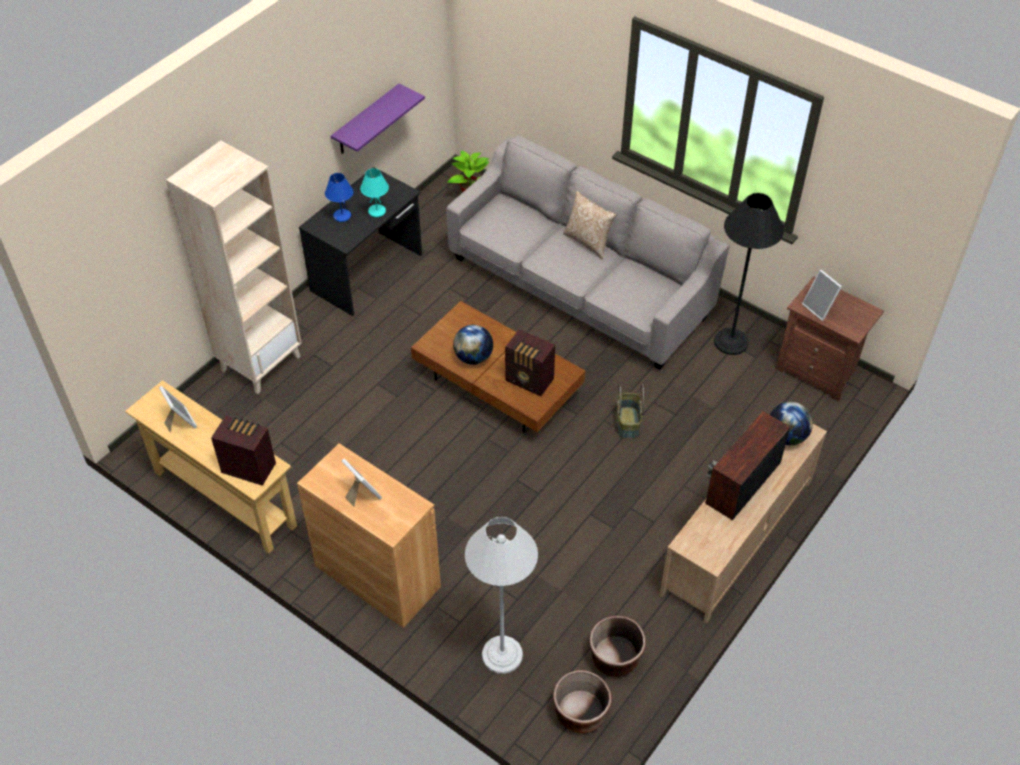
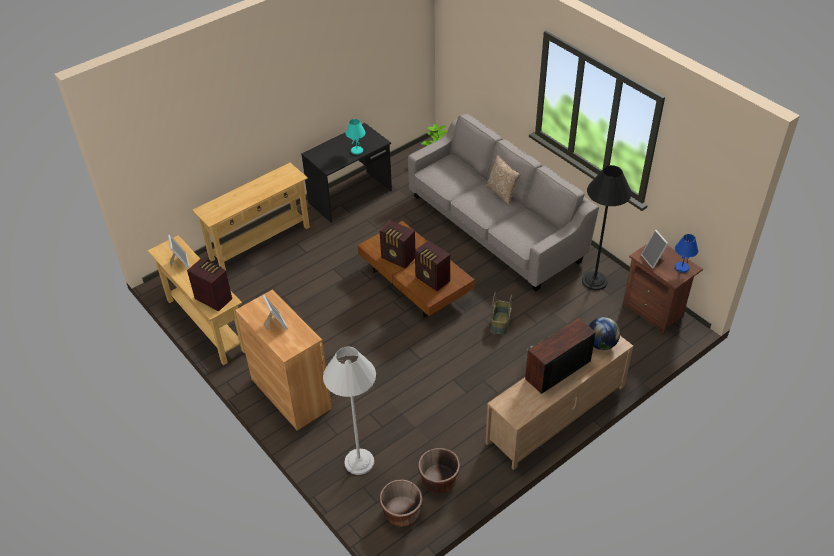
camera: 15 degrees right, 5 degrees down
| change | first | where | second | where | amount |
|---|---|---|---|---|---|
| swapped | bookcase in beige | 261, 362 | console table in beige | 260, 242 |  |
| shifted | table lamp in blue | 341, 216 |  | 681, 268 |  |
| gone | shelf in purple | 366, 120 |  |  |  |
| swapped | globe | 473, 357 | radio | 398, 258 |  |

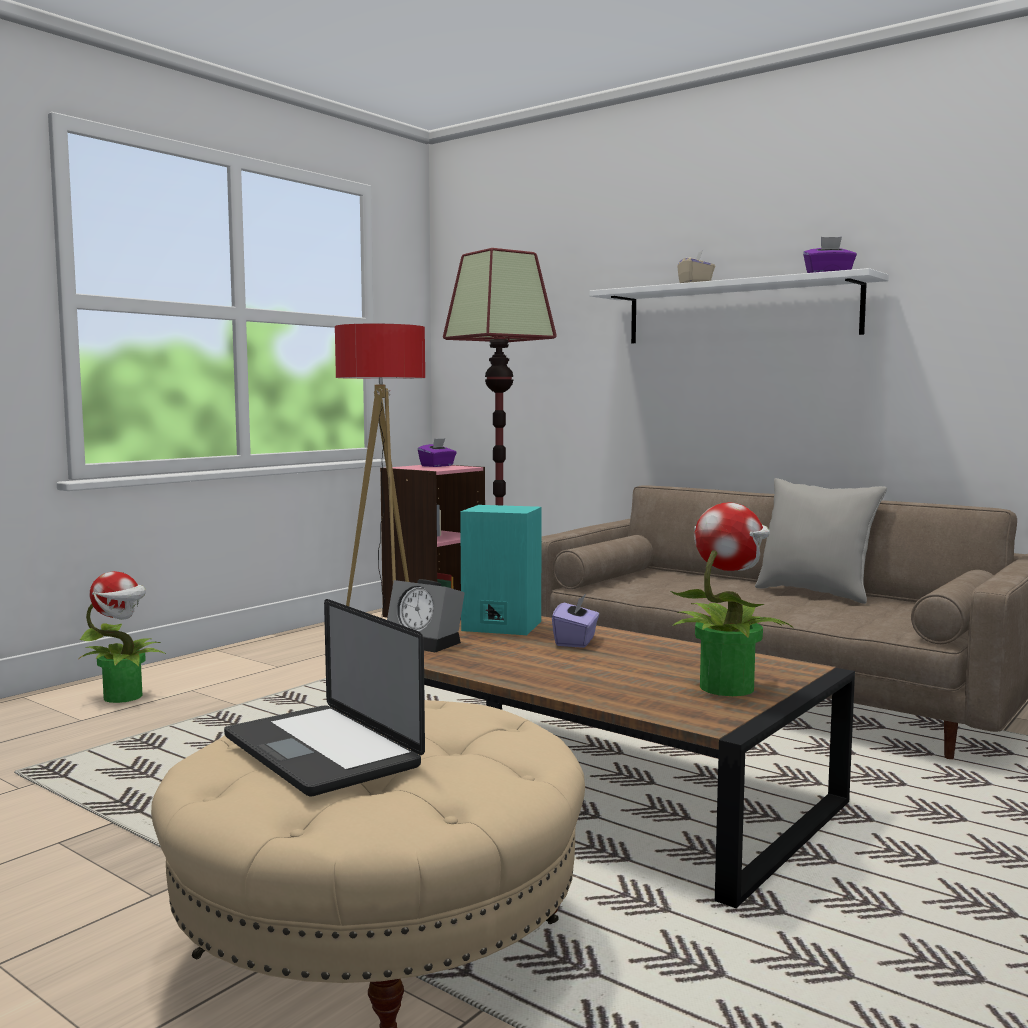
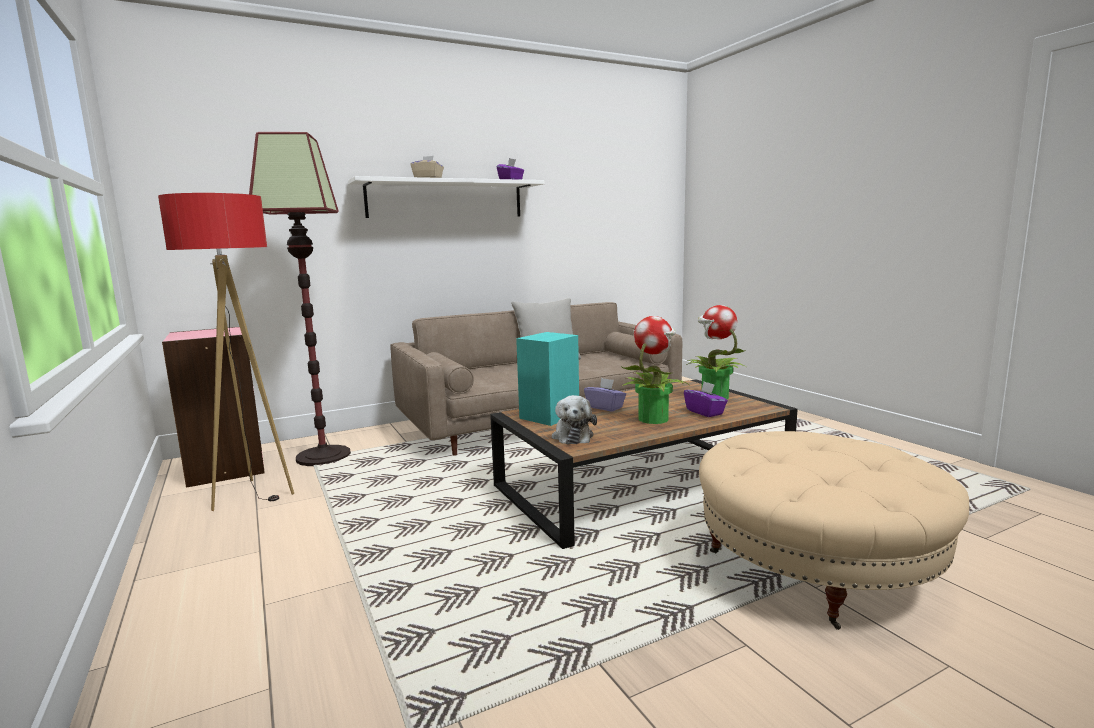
camera: 65 degrees left, 5 degrees up
| change | first | where | second | where | amount |
|---|---|---|---|---|---|
| shifted | potted plant | 124, 697 |  | 653, 419 |  |
| gone | laptop | 320, 751 |  |  |  |
| swapped | alarm clock | 426, 642 | plush toy | 572, 436 |  |
| shifted | tissue box in purple | 437, 466 |  | 705, 412 |  |

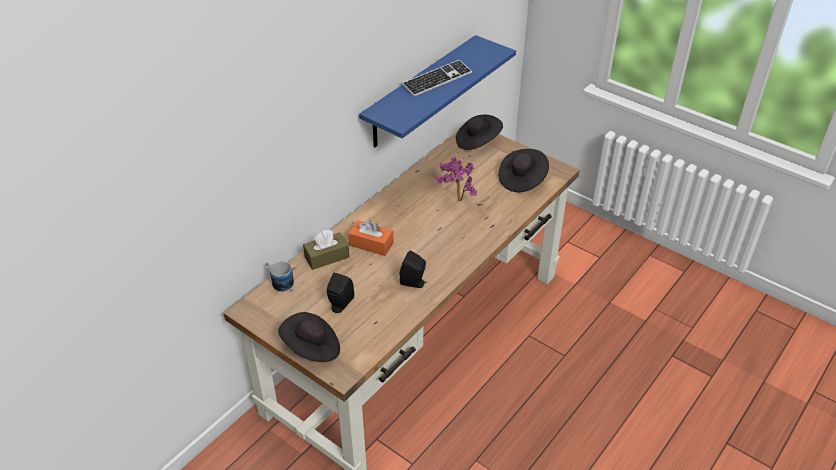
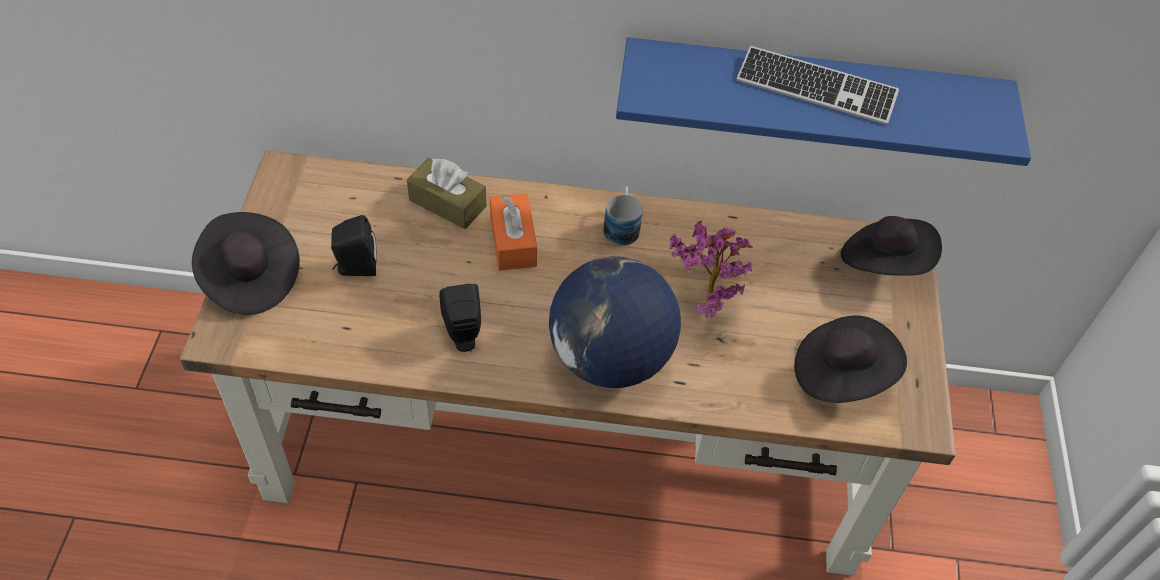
camera: 55 degrees right, 10 degrees up
| change | first | where | second | where | amount |
|---|---|---|---|---|---|
| shifted | mug | 279, 282 |  | 622, 226 |  |
| new |  |  | globe | 610, 359 |  |

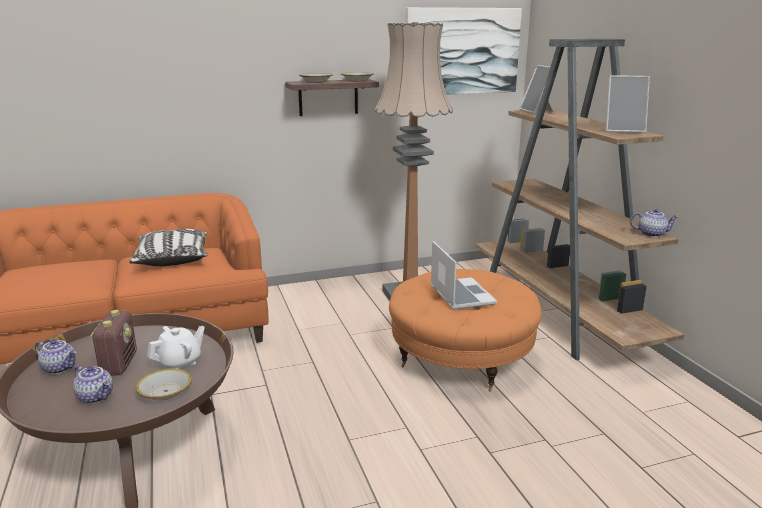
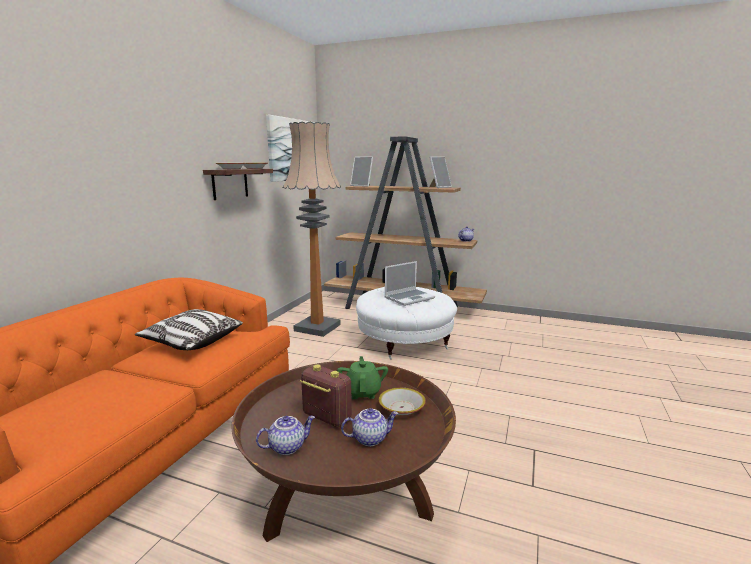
camera: 50 degrees left, 5 degrees down
| change | first | where | second | where | amount |
|---|---|---|---|---|---|
| repainted | teapot in white | 179, 362 | teapot in green | 363, 392 |  |
| repainted | ottoman in orange | 461, 357 | ottoman in white | 405, 342 |  |
| rotated | laptop | 460, 295 |  | 409, 298 | 120 degrees clockwise |

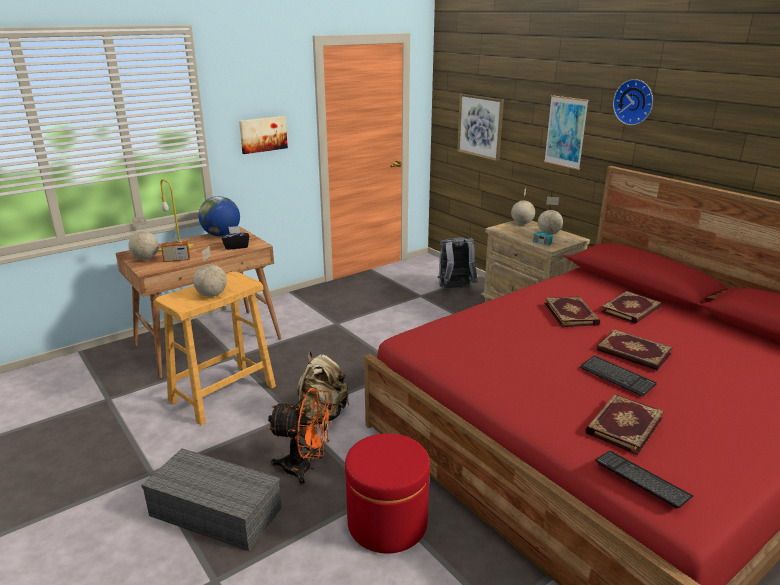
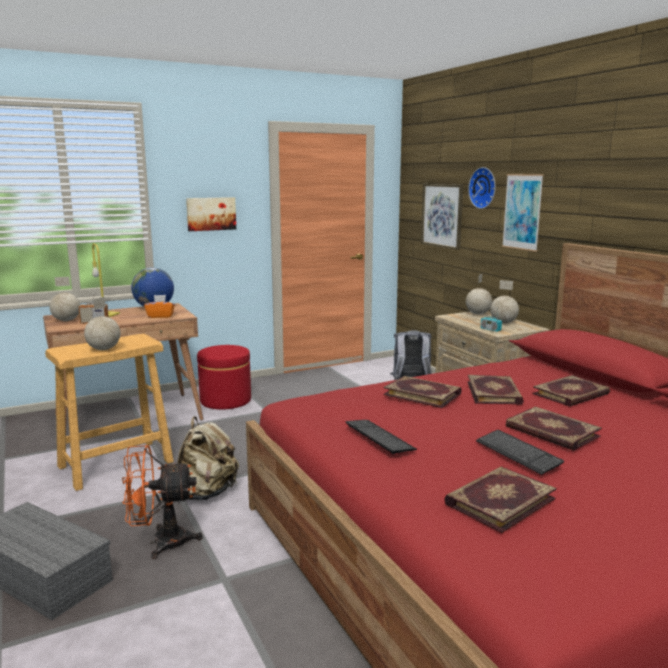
camera: 10 degrees right, 10 degrees down
| change | first | where | second | where | amount |
|---|---|---|---|---|---|
| repainted | tissue box in black | 236, 246 | tissue box in orange | 160, 316 |  |
| rotated | fan in orange | 305, 468 |  | 161, 542 | 150 degrees clockwise |
| shifted | ottoman in red | 387, 523 |  | 225, 400 |  |
| shifted | keyboard | 642, 480 |  | 379, 437 |  |
| shifted | wall clock | 634, 102 |  | 484, 188 |  |
| new |  |  | book | 422, 394 |  |

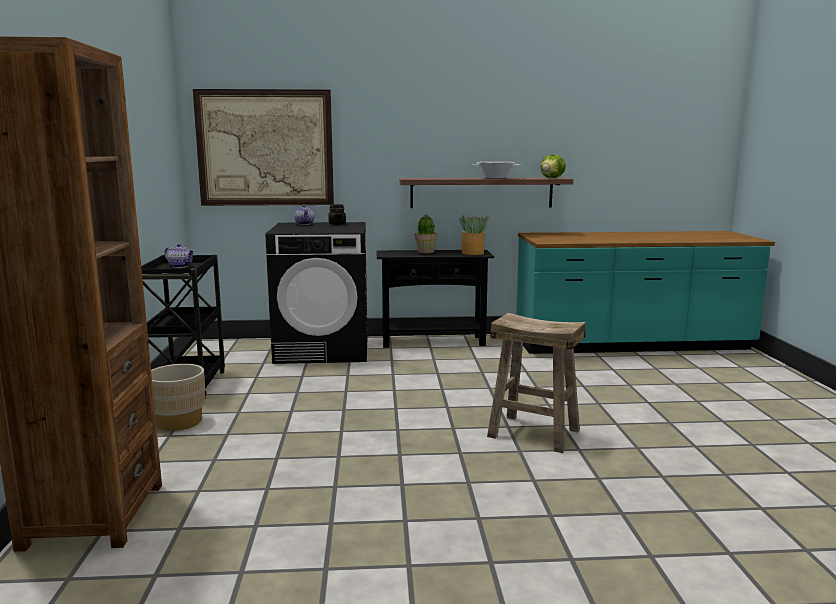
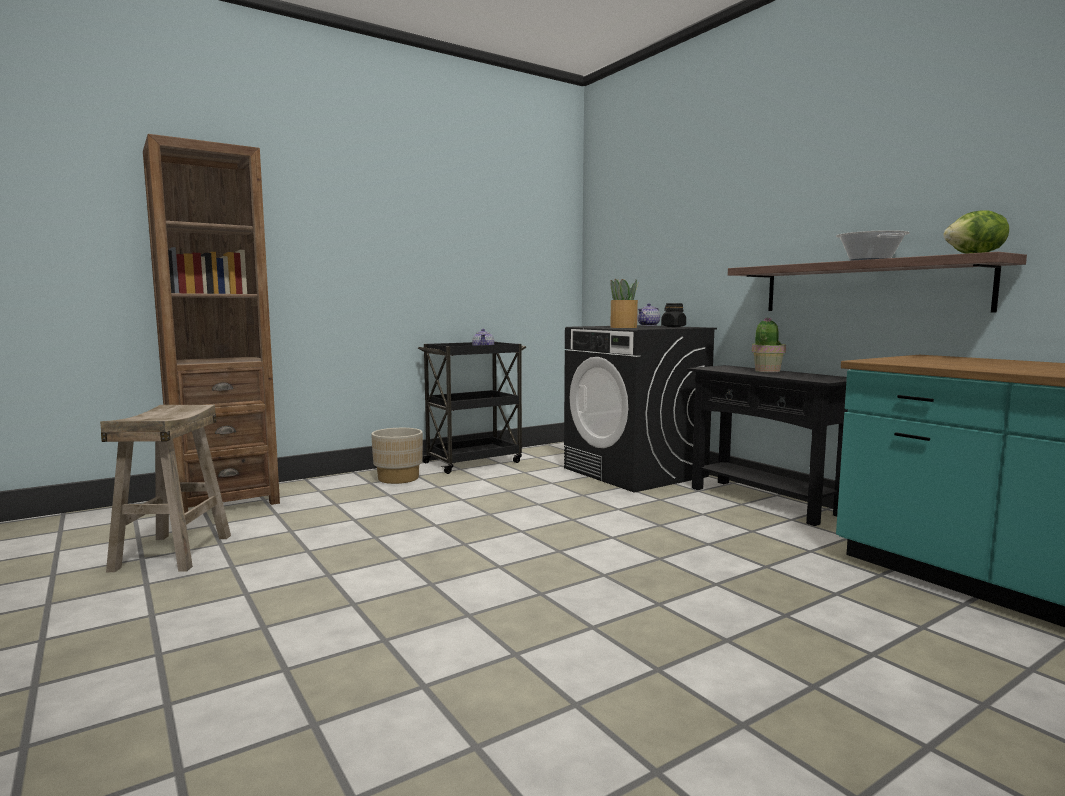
camera: 60 degrees right, 5 degrees down
| change | first | where | second | where | amount |
|---|---|---|---|---|---|
| gone | picture | 265, 148 |  |  |  |
| shifted | potted plant | 473, 253 |  | 623, 327 |  |
| shifted | stool in beige | 534, 433 |  | 173, 552 |  |

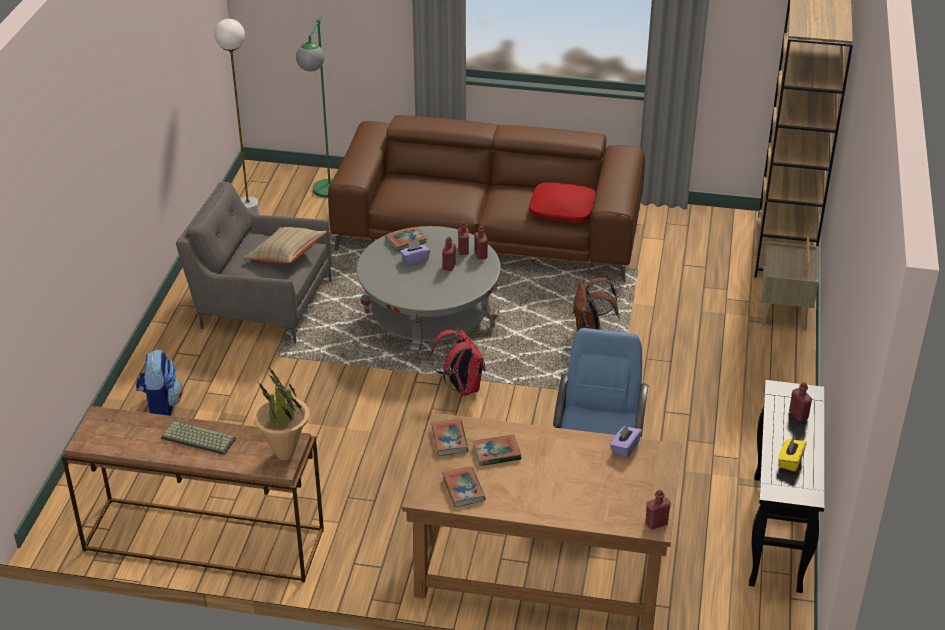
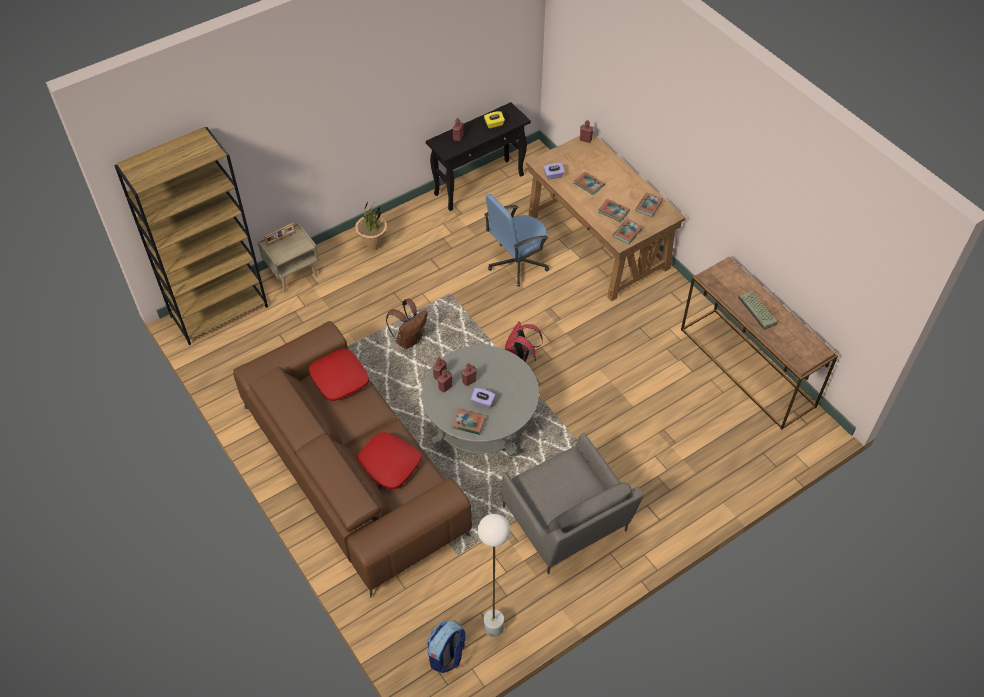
camera: 135 degrees left, 15 degrees up
| change | first | where | second | where | amount |
|---|---|---|---|---|---|
| shifted | backpack | 161, 406 |  | 447, 655 |  |
| gone | pillow in beige | 286, 255 |  |  |  |
| shifted | potted plant | 285, 454 |  | 373, 246 |  |
| gone | floor lamp in green | 325, 195 |  |  |  |
| new |  |  | pillow in red | 388, 465 |  |
| new |  |  | book | 589, 184 |  |

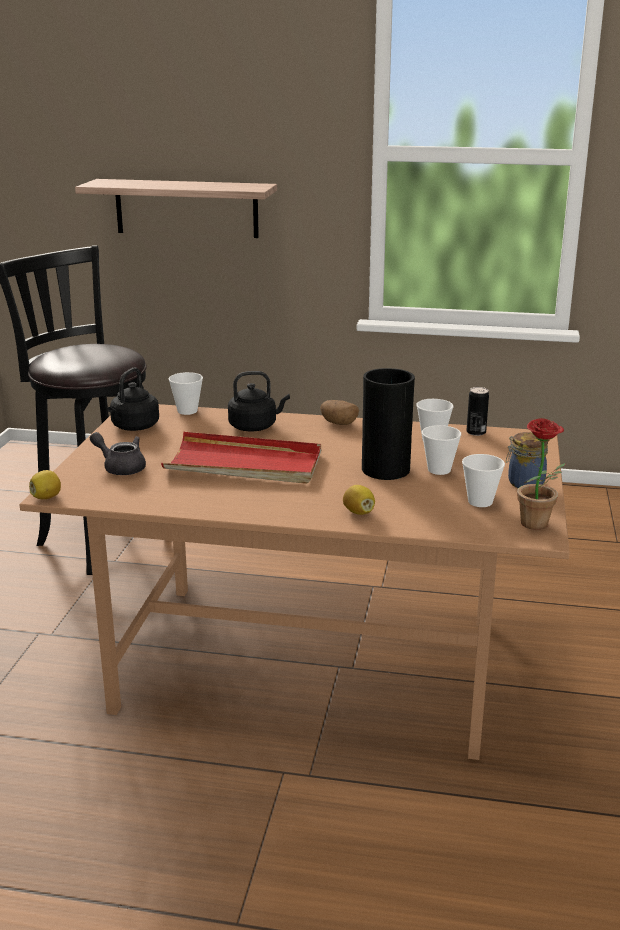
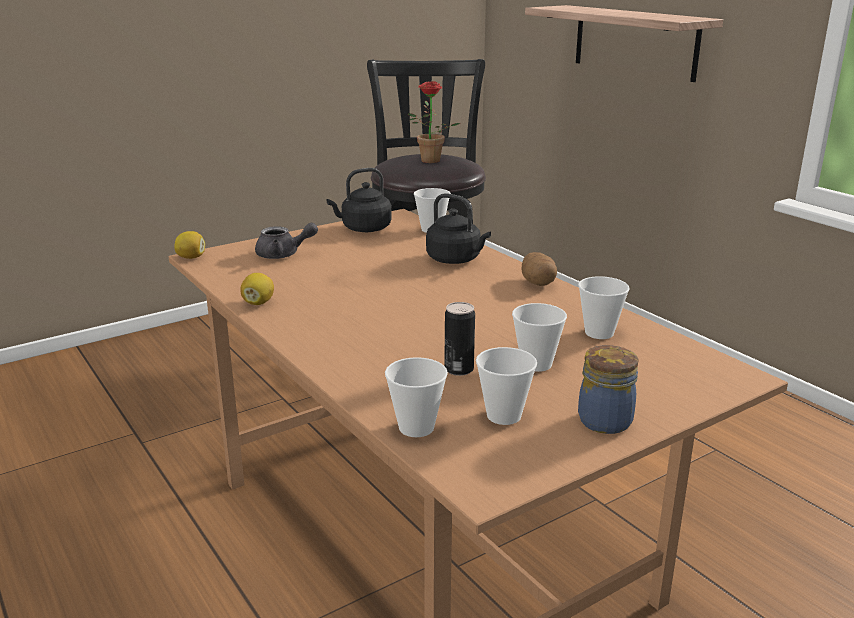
camera: 45 degrees right, 0 degrees up
| change | first | where | second | where | amount |
|---|---|---|---|---|---|
| rotated | teapot in grey | 121, 467 |  | 283, 255 | 105 degrees clockwise |
| gone | tray in red | 244, 464 |  |  |  |
| shifted | lemon | 358, 512 |  | 258, 303 |  |
| gone | vase | 385, 469 |  |  |  |
| shifted | can | 476, 432 |  | 459, 369 |  |
| shifted | potted plant | 538, 526 |  | 429, 161 |  |
| new |  |  | cup | 416, 427 |  |

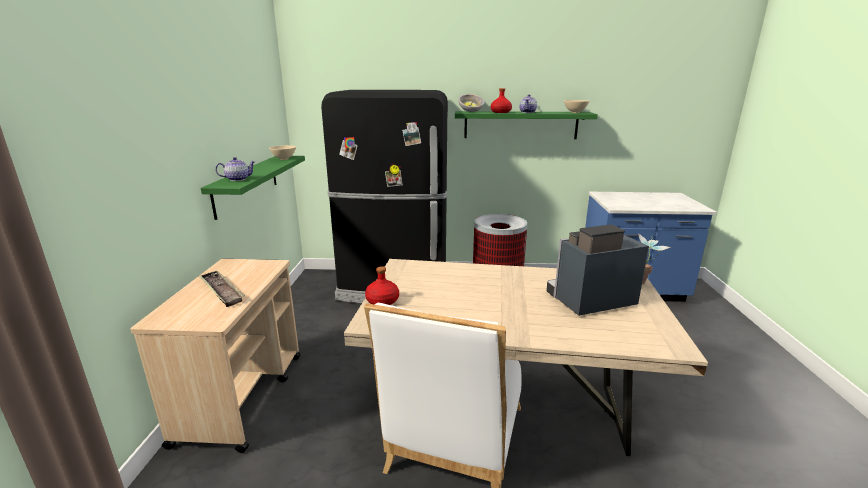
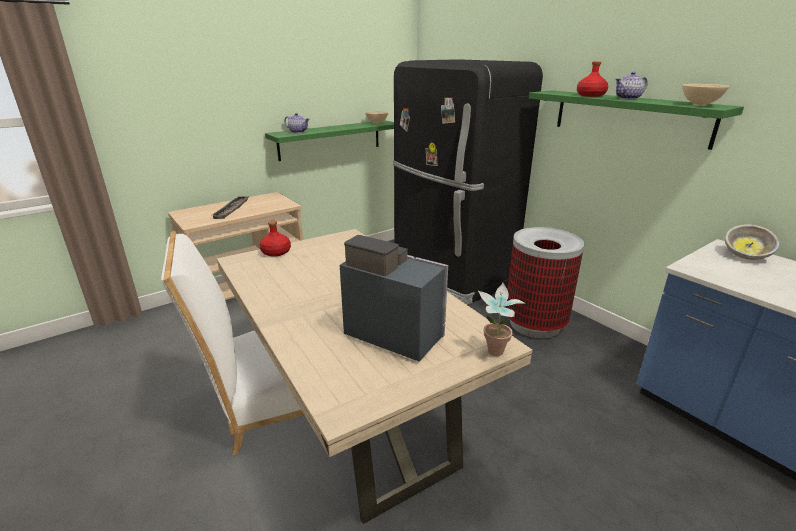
camera: 50 degrees right, 5 degrees up
| change | first | where | second | where | amount |
|---|---|---|---|---|---|
| shifted | bowl | 471, 112 |  | 746, 256 |  |

